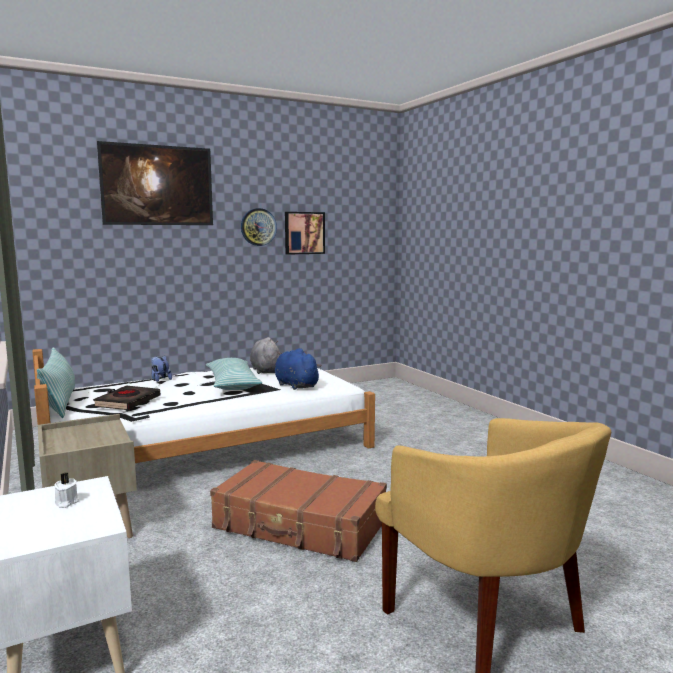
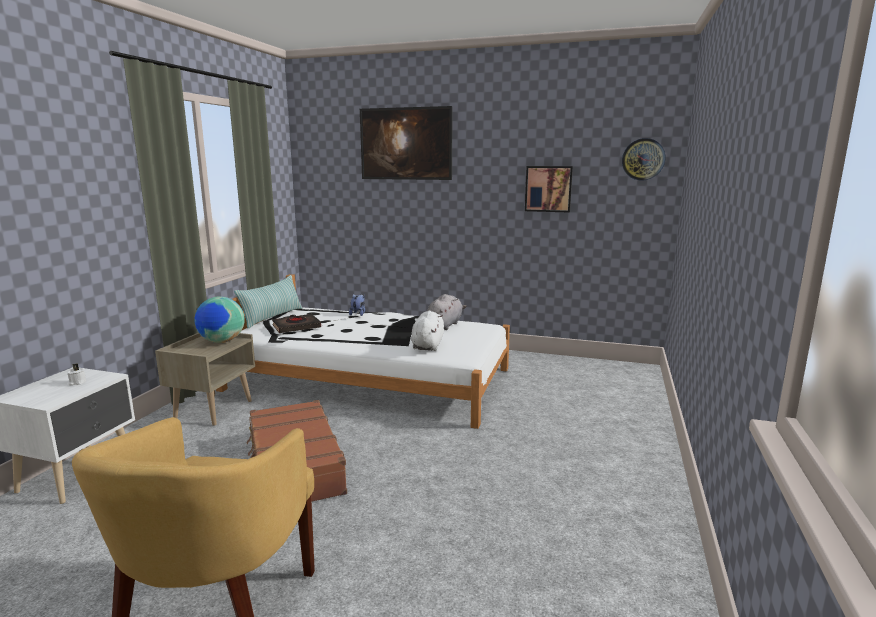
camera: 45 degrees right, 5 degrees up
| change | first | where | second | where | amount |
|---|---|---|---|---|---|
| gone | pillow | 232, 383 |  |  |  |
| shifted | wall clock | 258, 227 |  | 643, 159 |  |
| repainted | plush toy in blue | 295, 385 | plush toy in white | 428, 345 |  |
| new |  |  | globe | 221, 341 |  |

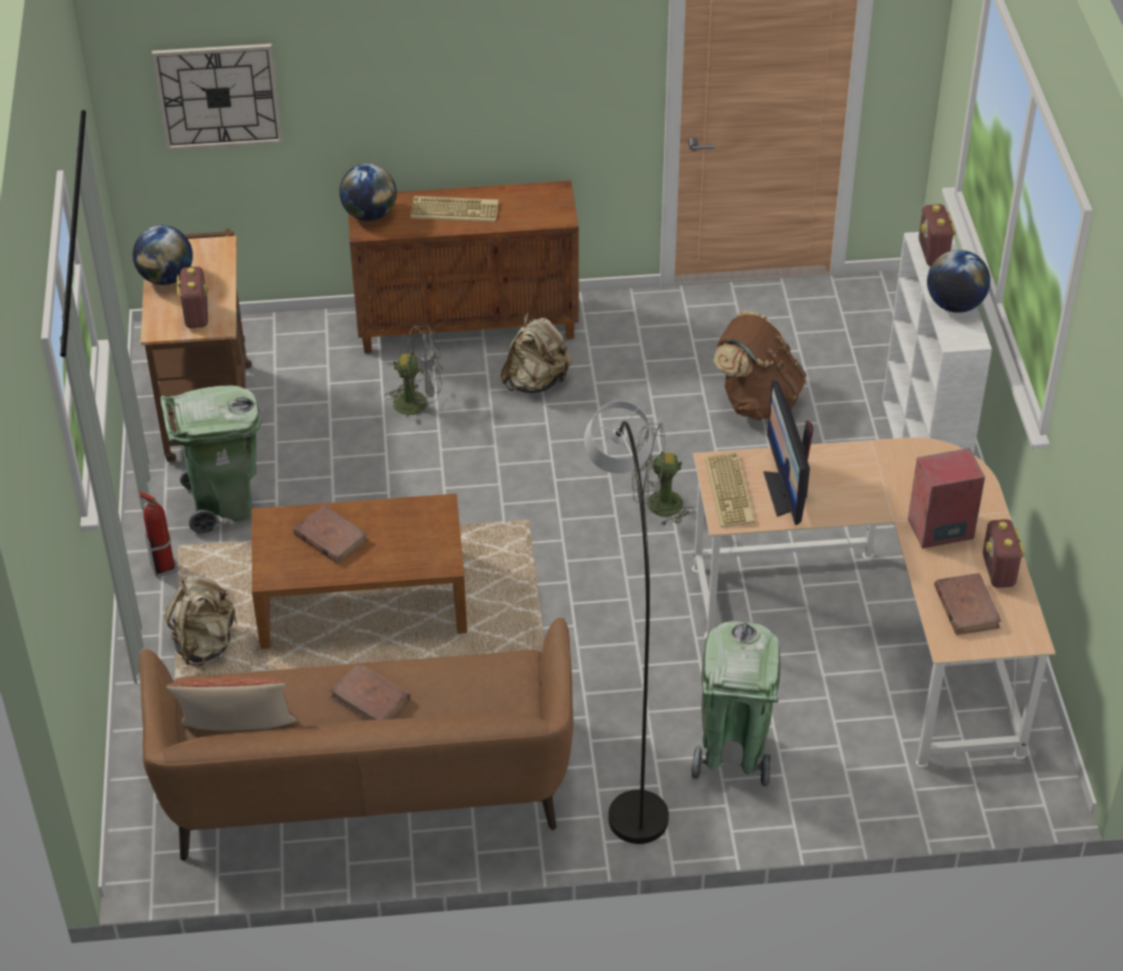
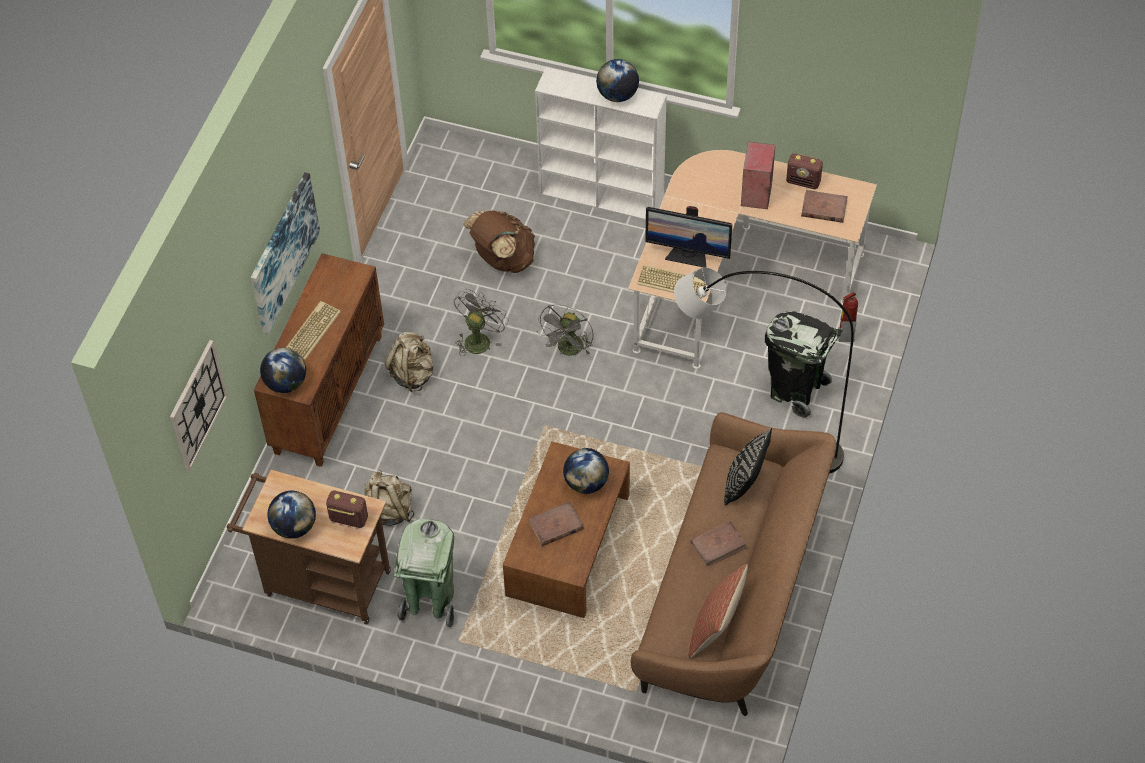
camera: 65 degrees left, 10 degrees up
| change | first | where | second | where | amount |
|---|---|---|---|---|---|
| shifted | fire extinguisher | 164, 567 |  | 845, 335 |  |
| shifted | backpack in beige | 205, 643 |  | 389, 510 |  |
| shifted | fan in grey | 419, 403 |  | 479, 339 |  |
| repainted | trash can in green | 732, 754 | trash can in black | 796, 391 |  |
| gone | radio | 933, 254 |  |  |  |
| new |  |  | picture | 283, 252 |  |
| new |  |  | globe | 586, 483 |  |
| new |  |  | pillow in black | 744, 482 |  |

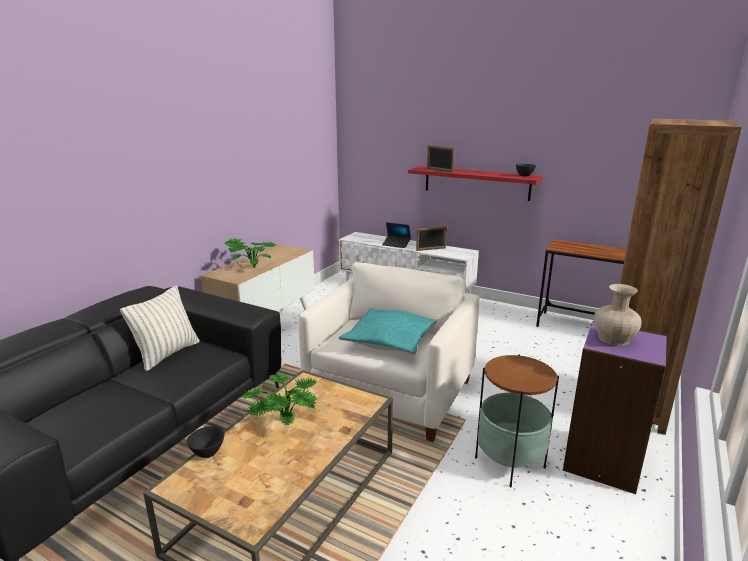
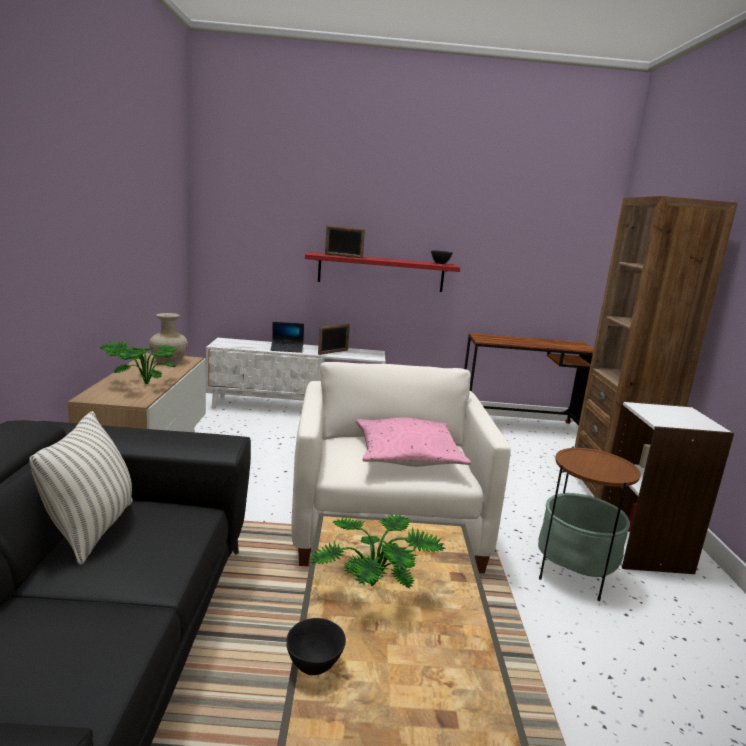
camera: 30 degrees left, 5 degrees down
| change | first | where | second | where | amount |
|---|---|---|---|---|---|
| repainted | pillow in turquoise | 390, 339 | pillow in pink | 407, 454 |  |
| repainted | bookcase in purple | 603, 461 | bookcase in white | 643, 550 |  |
| shifted | vase in beige | 614, 339 |  | 169, 361 |  |

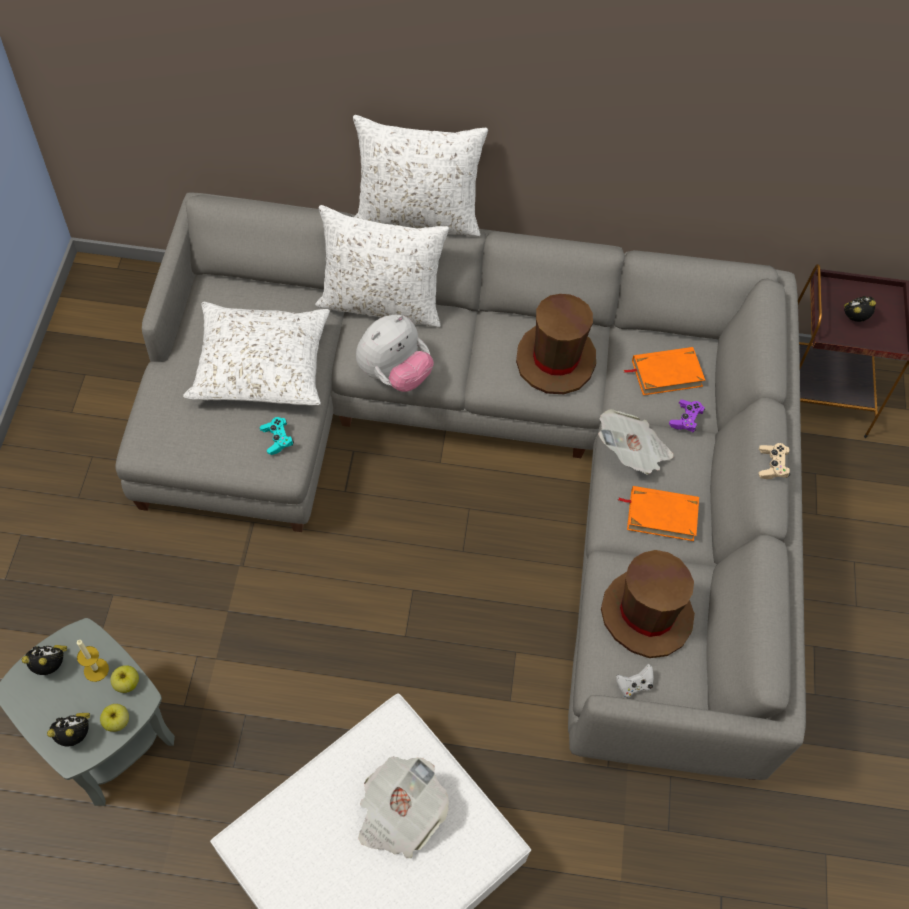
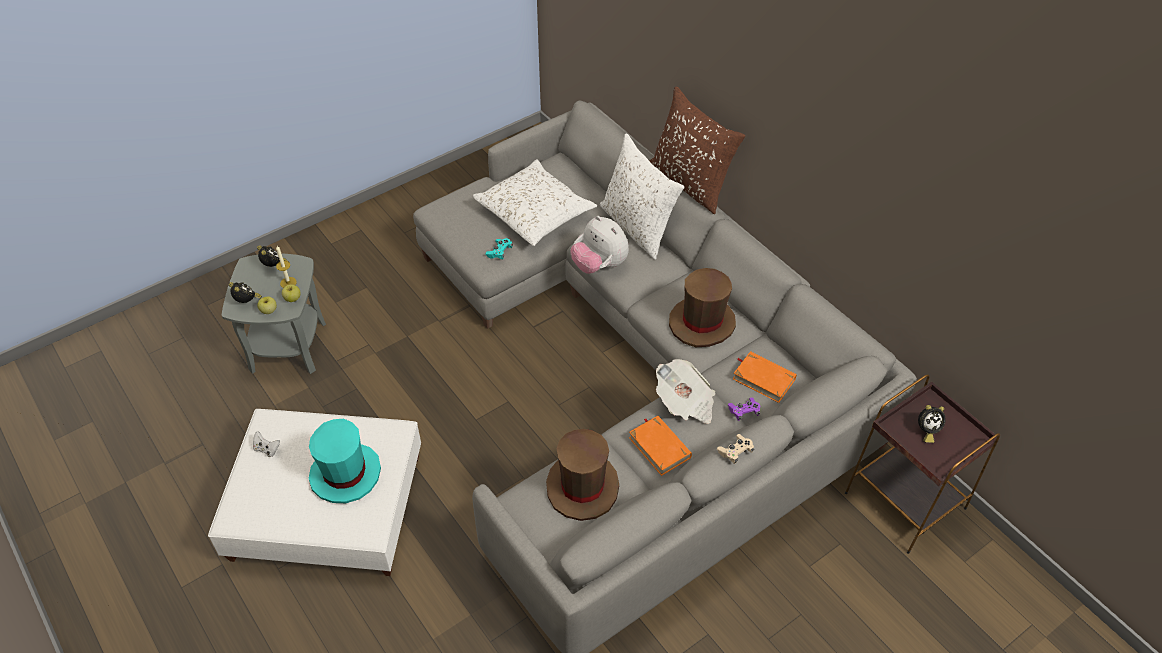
camera: 50 degrees right, 10 degrees down
| change | first | where | second | where | amount |
|---|---|---|---|---|---|
| repainted | pillow in white | 417, 217 | pillow in brown | 690, 183 |  |
| rotated | plush toy | 394, 374 |  | 599, 265 | 45 degrees clockwise |
| swapped | newspaper | 399, 814 | hat in turquoise | 345, 474 |  |
| shifted | game controller in white | 634, 685 |  | 267, 449 |  |
| rotated | alarm clock | 853, 318 |  | 926, 431 | 150 degrees clockwise |

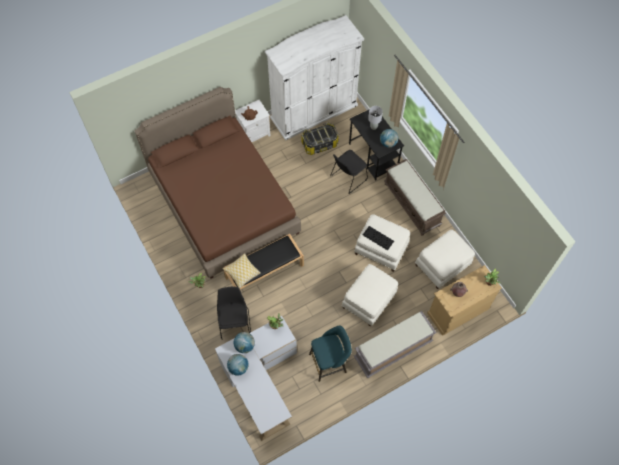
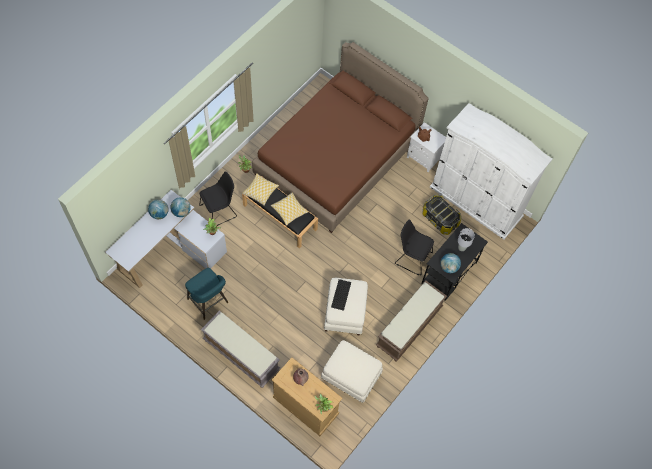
camera: 65 degrees right, 0 degrees up
| change | first | where | second | where | amount |
|---|---|---|---|---|---|
| gone | ottoman in white | 369, 301 |  |  |  |
| new |  |  | pillow | 289, 210 |  |

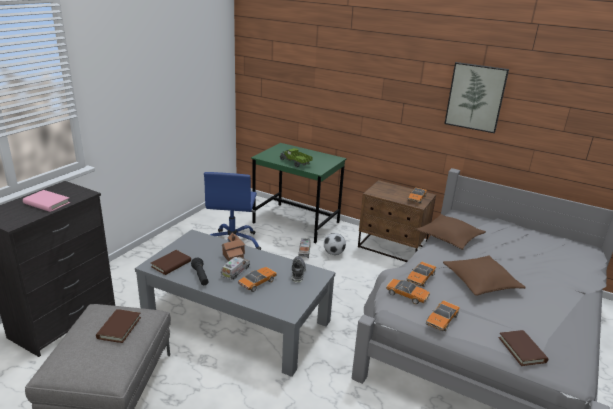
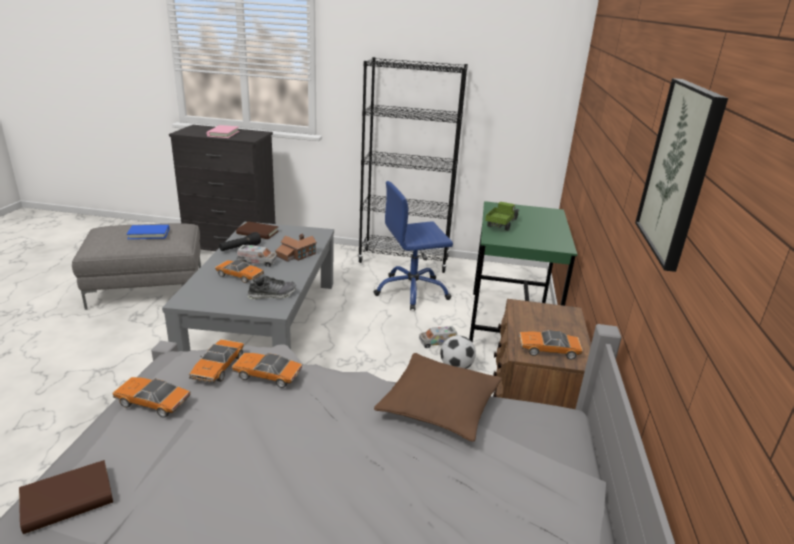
camera: 70 degrees right, 0 degrees up
| change | first | where | second | where | amount |
|---|---|---|---|---|---|
| repainted | book in brown | 119, 328 | book in blue | 149, 234 |  |
| gone | pillow in brown | 481, 282 |  |  |  |
| new |  |  | bookcase in black | 404, 261 |  |

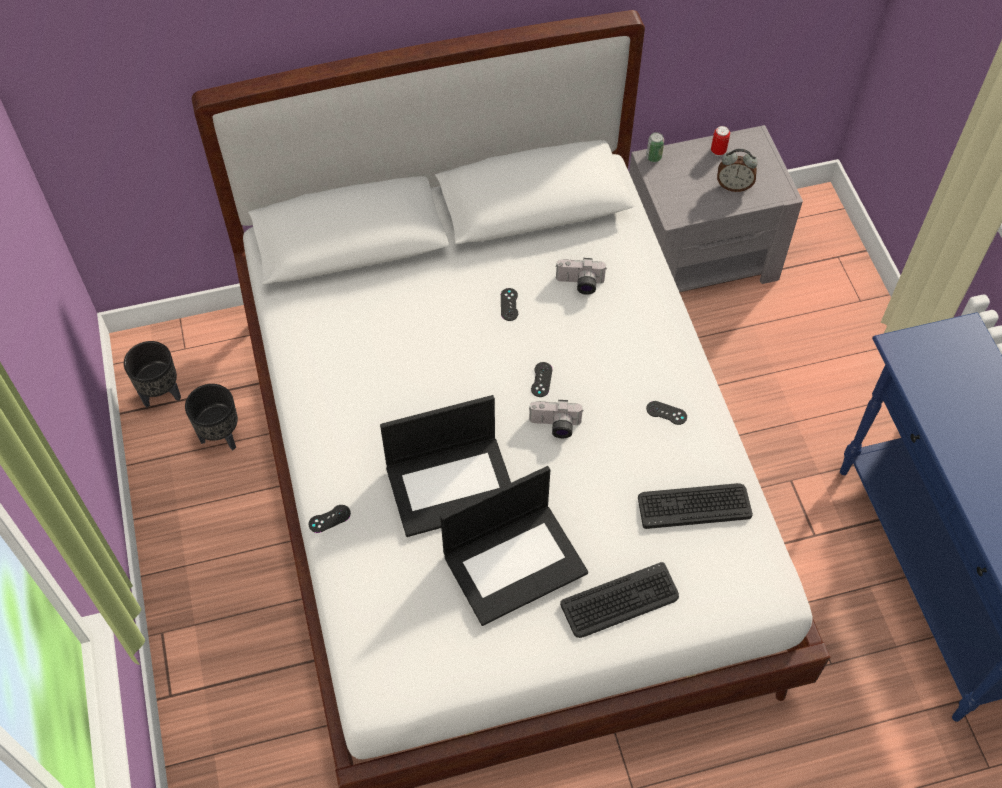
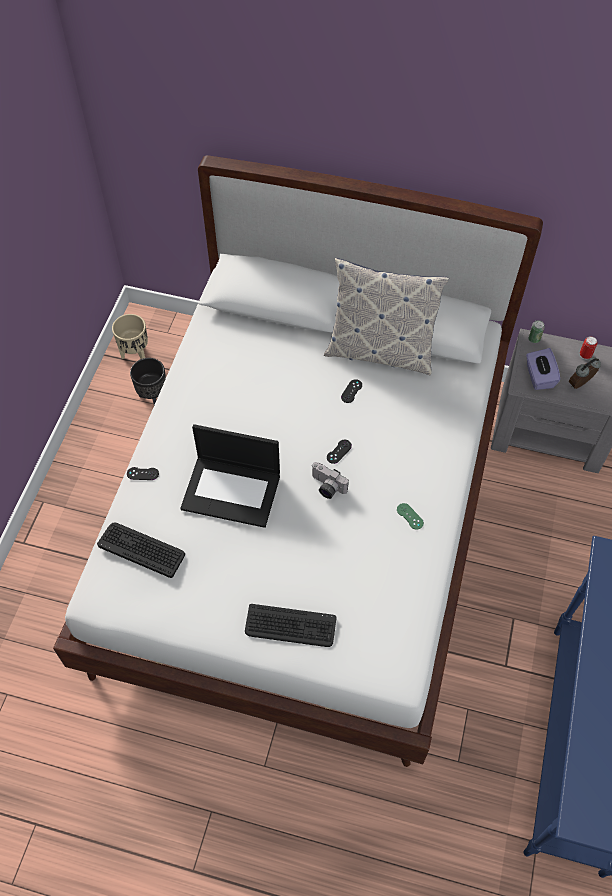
camera: 30 degrees right, 0 degrees up
| change | first | where | second | where | amount |
|---|---|---|---|---|---|
| repainted | planter in black | 161, 393 | planter in beige | 136, 354 |  |
| gone | laptop | 515, 562 |  |  |  |
| gone | photo camera | 580, 284 |  |  |  |
| shifted | keyboard | 694, 506 |  | 141, 549 |  |
| repainted | game controller in black | 666, 413 | game controller in green | 410, 516 |  |
| rotated | alarm clock | 734, 186 |  | 580, 384 | 105 degrees clockwise |
| new |  |  | pillow | 380, 351 |  |
| new |  |  | tissue box in purple | 539, 377 |  |

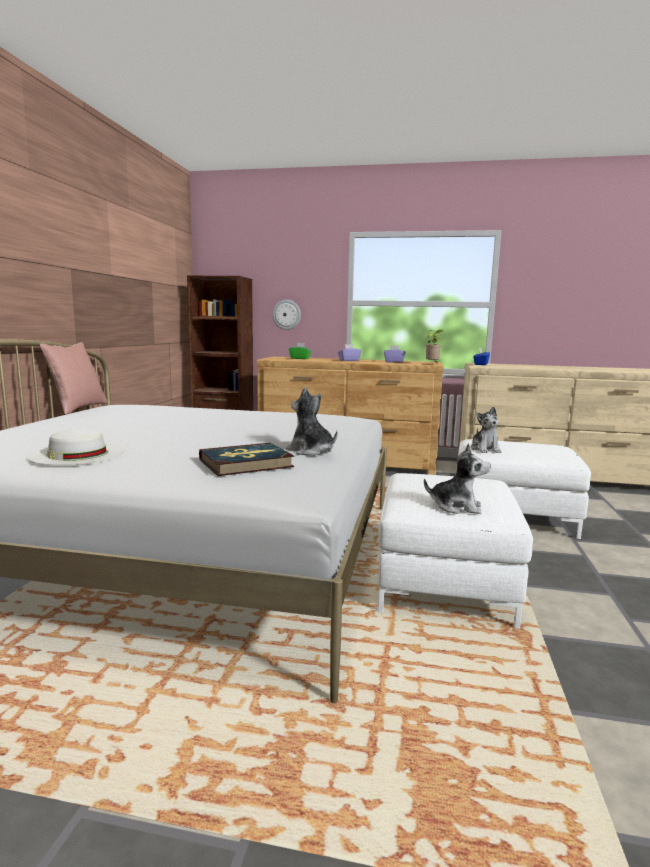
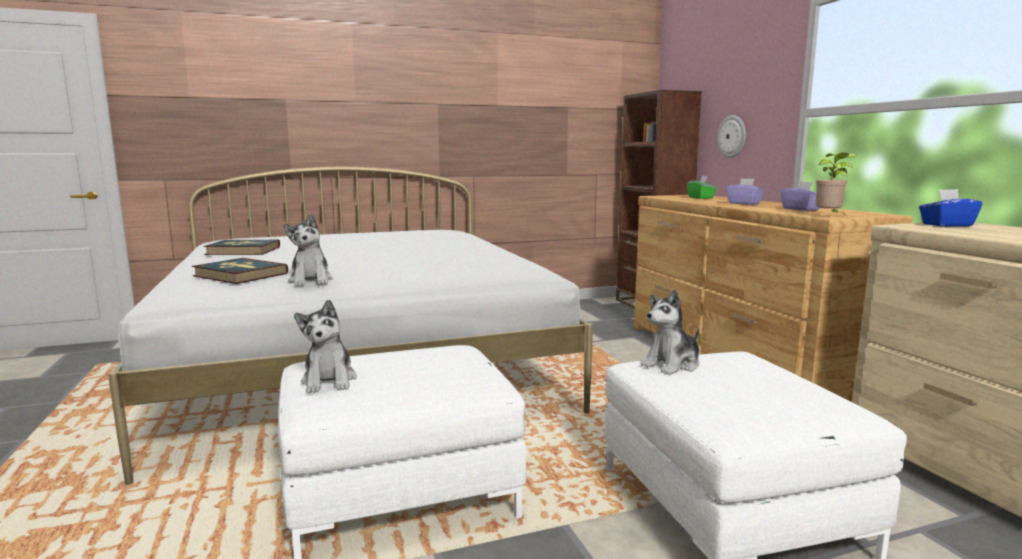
camera: 60 degrees right, 0 degrees up
| change | first | where | second | where | amount |
|---|---|---|---|---|---|
| swapped | hat in white | 77, 454 | book | 243, 251 |  |
| gone | pillow in pink | 78, 408 |  |  |  |
| rotated | plush toy | 311, 451 |  | 311, 280 | 150 degrees clockwise |

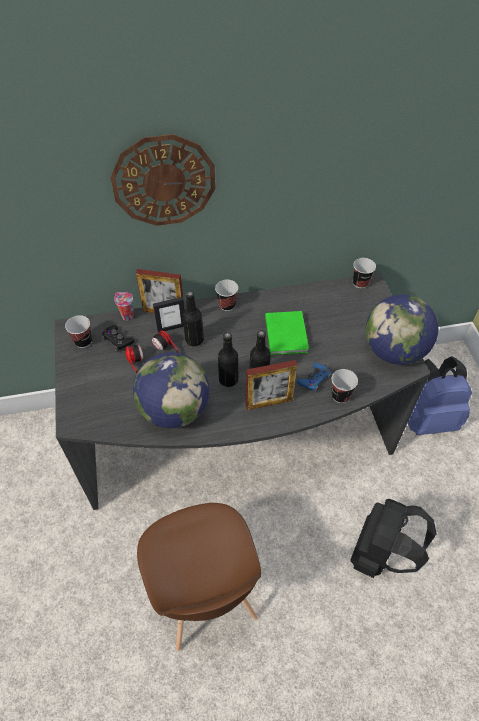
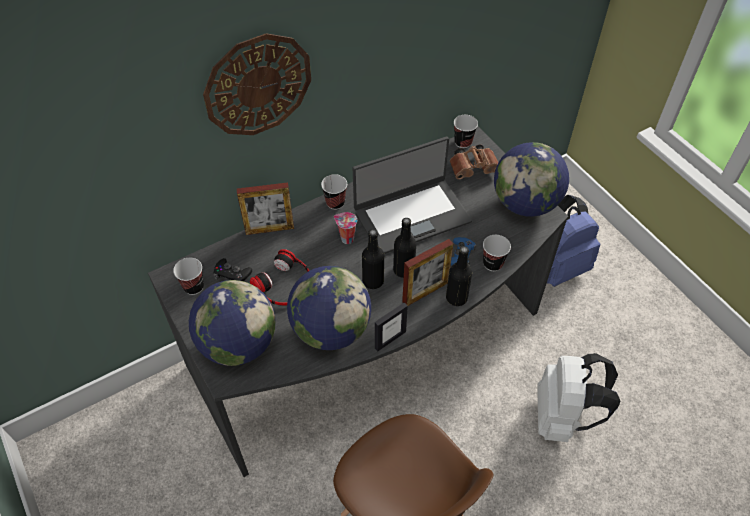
camera: 20 degrees left, 0 degrees up
| change | first | where | second | where | amount |
|---|---|---|---|---|---|
| shifted | cup | 126, 316 |  | 346, 239 |  |
| shifted | picture frame | 171, 327 |  | 390, 339 |  |
| shifted | bottle in black | 194, 340 |  | 456, 298 |  |
| swapped | book in green | 287, 333 | laptop | 411, 215 |  |
| repainted | backpack in black | 380, 553 | backpack in white | 562, 417 |  |
| new |  |  | globe | 238, 344 |  |
| new |  |  | binoculars in brown | 474, 168 |  |

